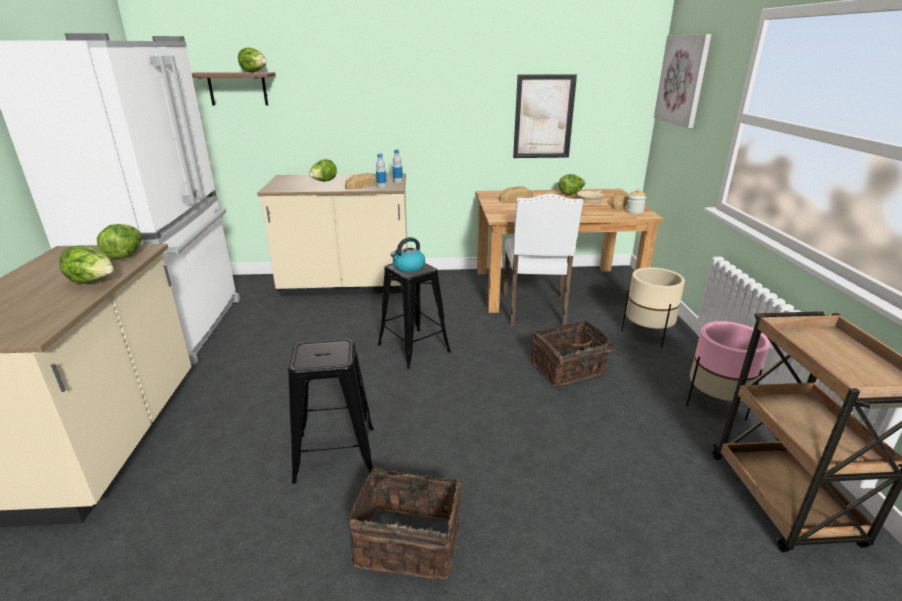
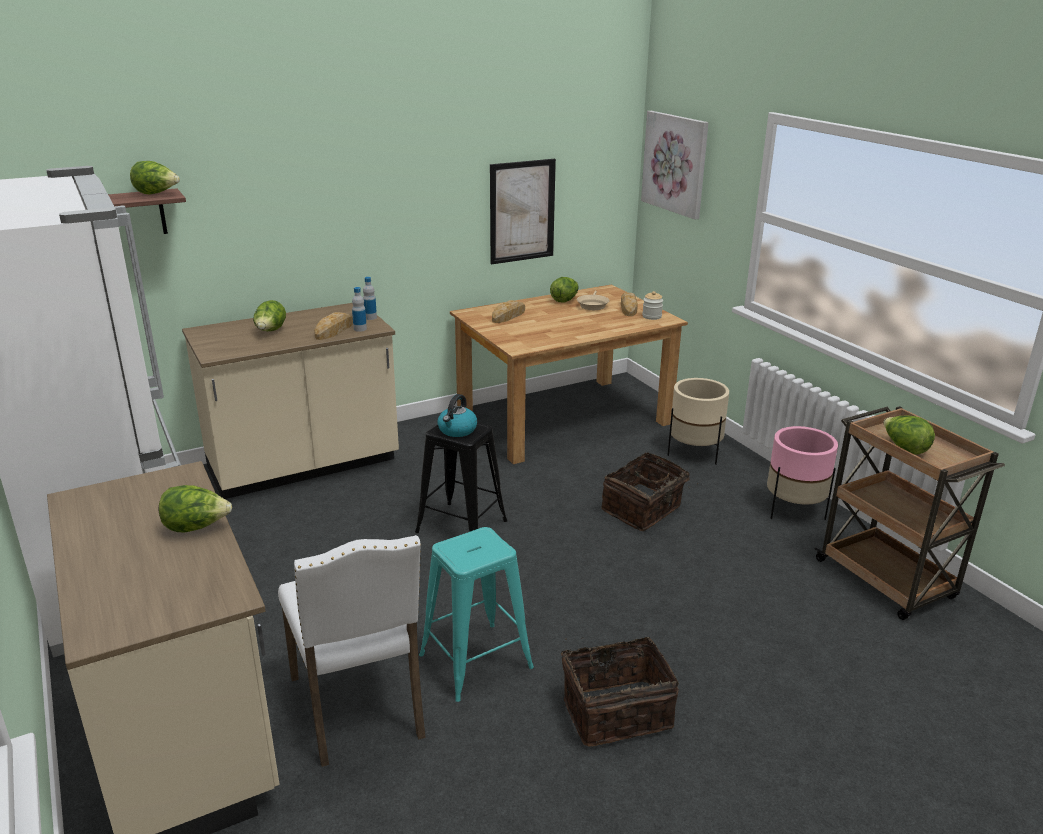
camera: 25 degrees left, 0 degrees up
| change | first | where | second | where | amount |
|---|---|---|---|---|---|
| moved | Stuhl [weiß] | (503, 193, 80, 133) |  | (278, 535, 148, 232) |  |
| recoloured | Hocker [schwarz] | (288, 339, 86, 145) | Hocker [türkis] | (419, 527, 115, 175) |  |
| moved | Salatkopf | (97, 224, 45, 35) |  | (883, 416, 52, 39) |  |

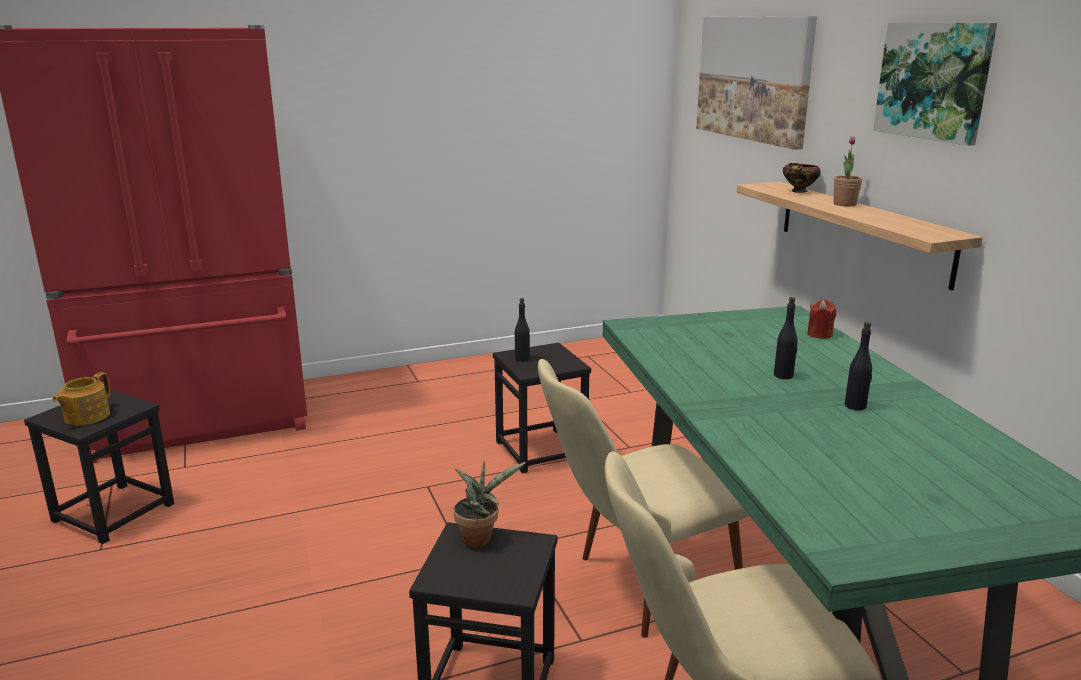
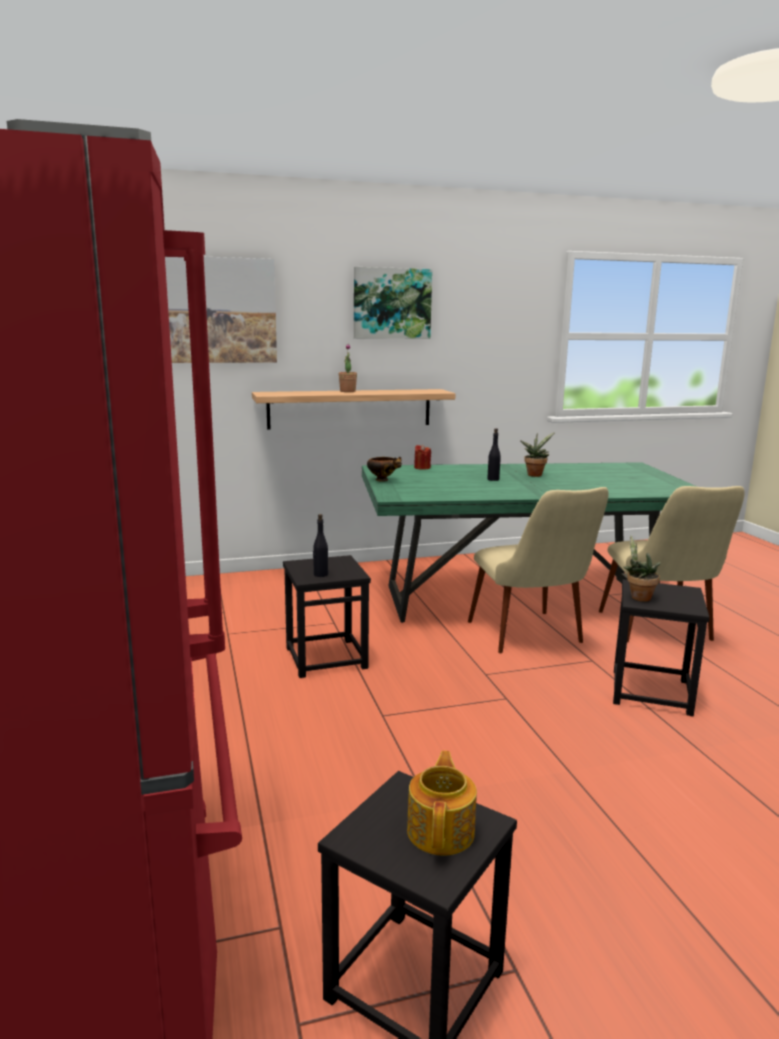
camera: 85 degrees left, 5 degrees down
| change | first | where | second | where | amount |
|---|---|---|---|---|---|
| moved | Schüssel | (783, 163, 38, 30) |  | (367, 457, 35, 25) |  |
| turned | Teekanne | (52, 372, 59, 53) |  | (407, 751, 70, 105) | 105 degrees counterclockwise |
| replaced | Flasche [schwarz] | (845, 321, 27, 89) | Topfpflanze | (520, 432, 35, 45) |  |

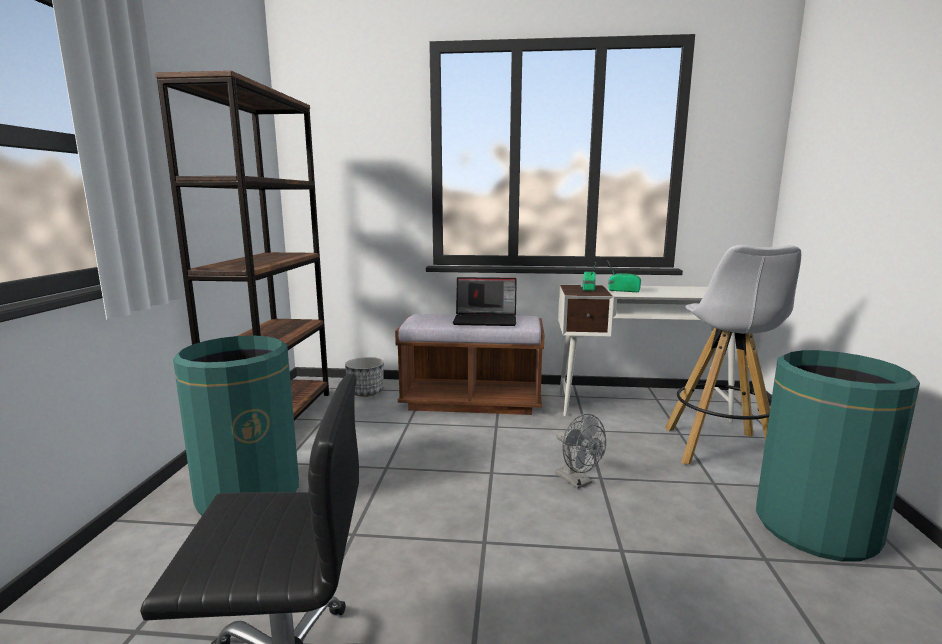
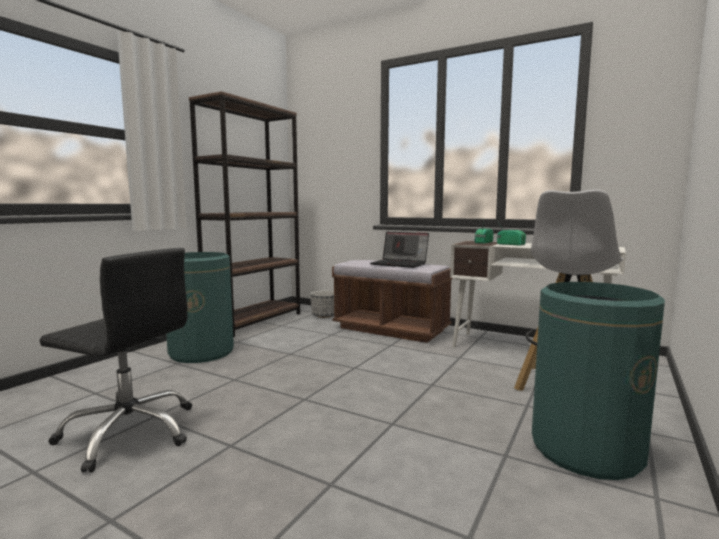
camera: 25 degrees right, 5 degrees down
| change | first | where | second | where | amount |
|---|---|---|---|---|---|
| removed | Ventilator [grau] | (555, 414, 51, 75) |  |  |  |

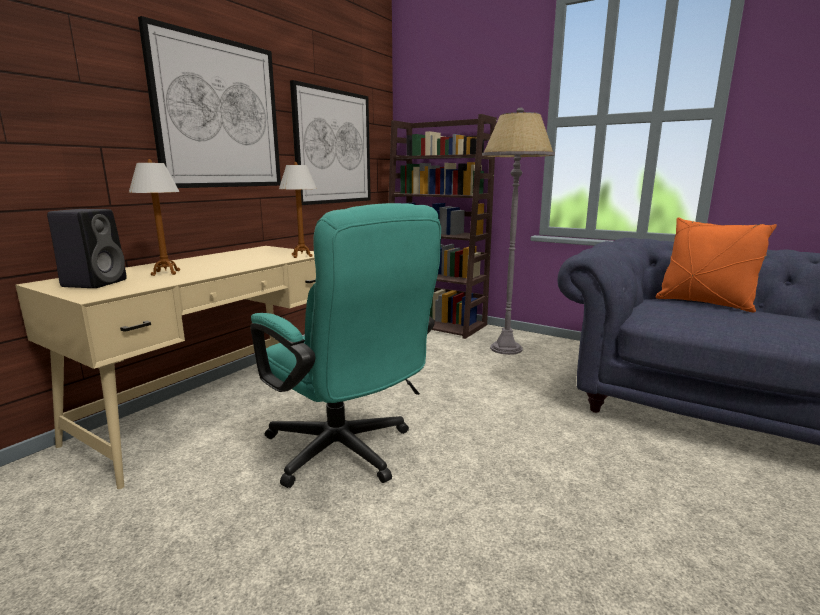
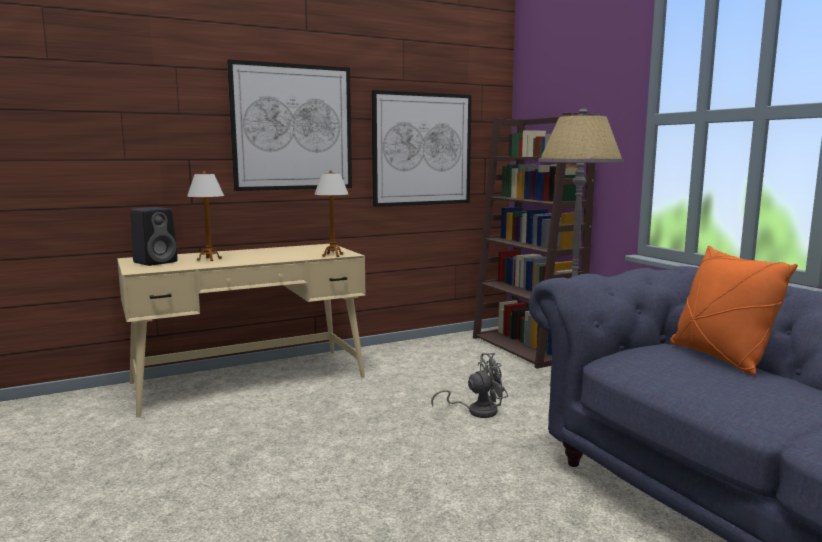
camera: 30 degrees right, 5 degrees down
| change | first | where | second | where | amount |
|---|---|---|---|---|---|
| added |  |  | Ventilator [grau] | (431, 353, 77, 65) |  |
| removed | Bürostuhl [türkis] | (250, 203, 191, 285) |  |  |  |

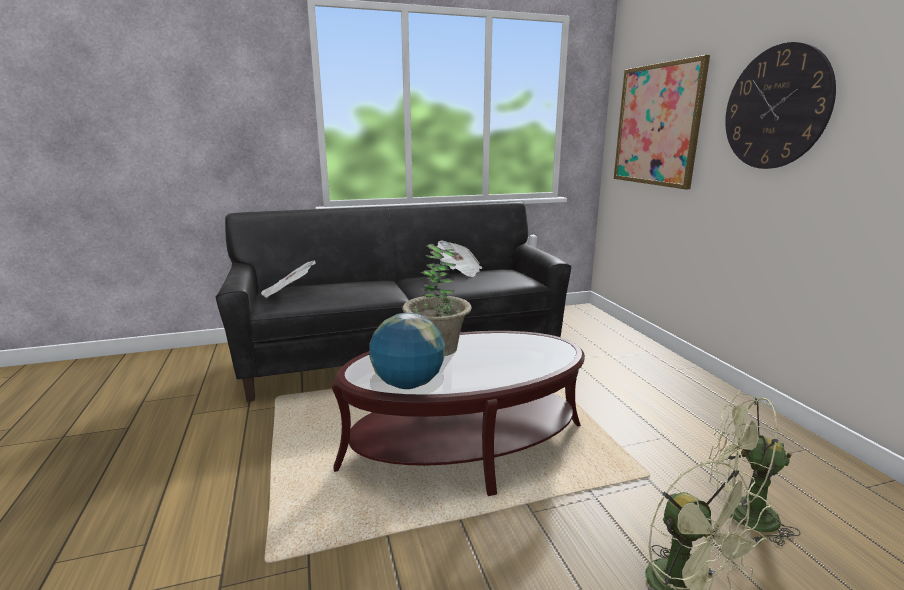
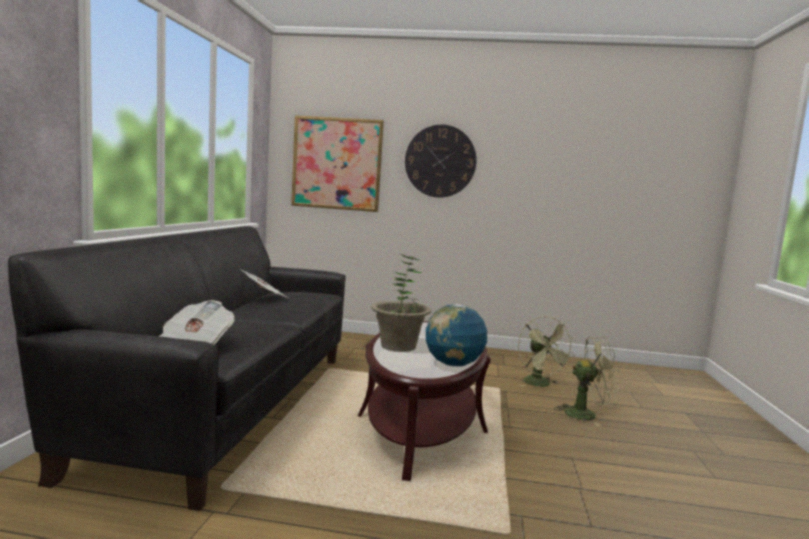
camera: 65 degrees left, 10 degrees down
| change | first | where | second | where | amount |
|---|---|---|---|---|---|
| turned | Ventilator [grün] | (708, 393, 92, 153) |  | (518, 316, 57, 71) | 60 degrees counterclockwise |

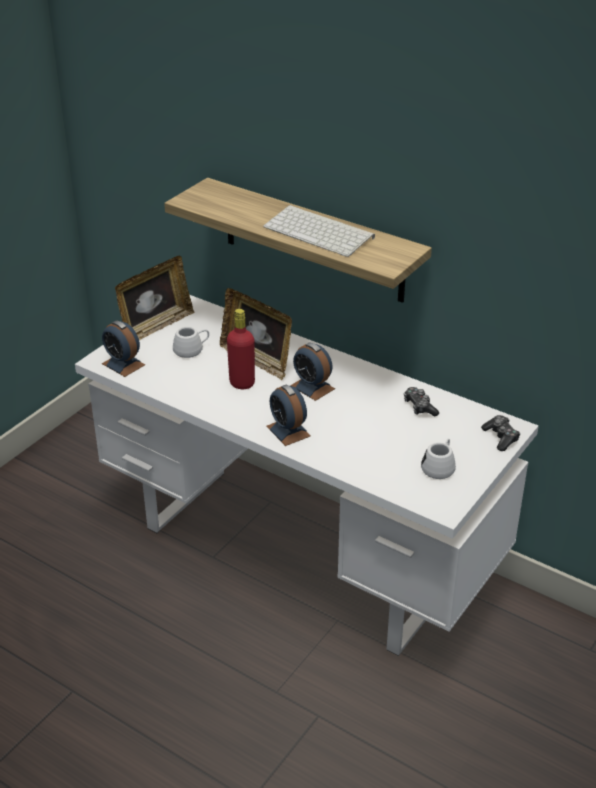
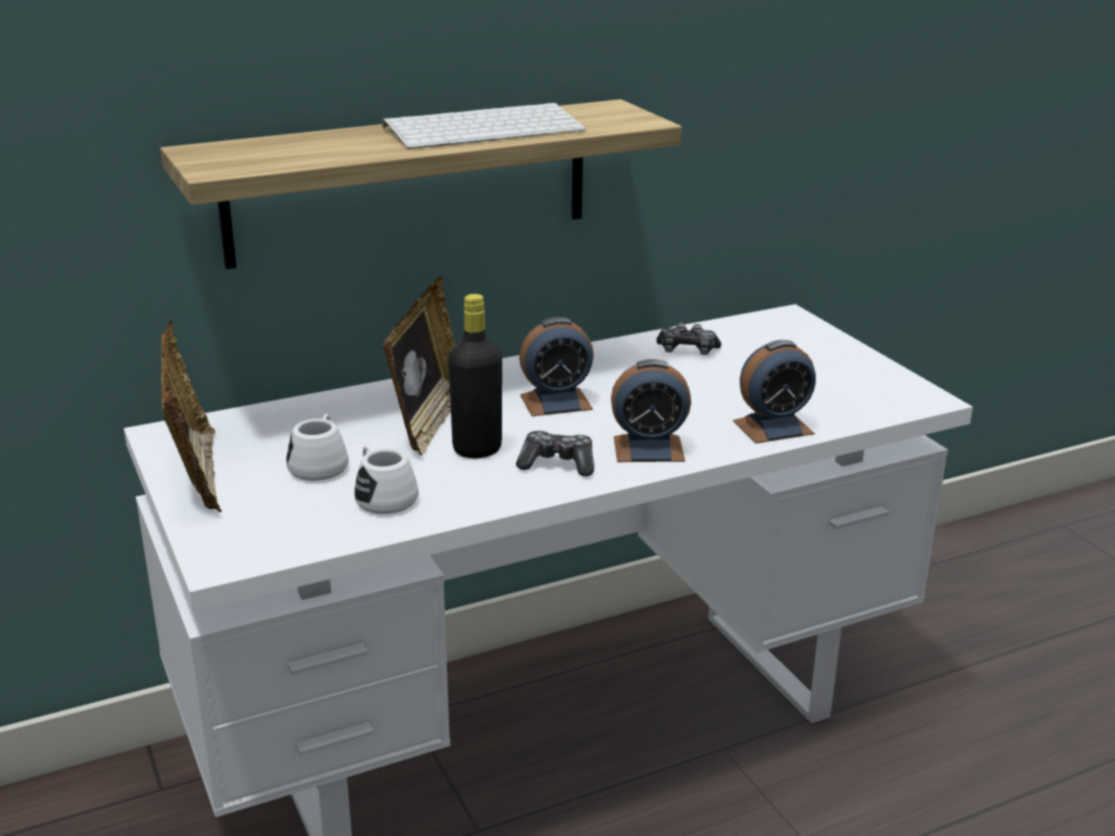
camera: 60 degrees left, 10 degrees down
| change | first | where | second | where | amount |
|---|---|---|---|---|---|
| moved | Henkelbecher [weiß] | (421, 439, 35, 40) |  | (354, 446, 65, 68) |  |
| turned | Bilderrahmen | (220, 288, 72, 92) |  | (383, 277, 73, 179) | 60 degrees counterclockwise |
| recoloured | Flasche [rot] | (227, 309, 28, 80) | Flasche [schwarz] | (448, 294, 54, 164) |  |
| moved | Gamepad | (481, 415, 39, 36) |  | (516, 431, 78, 45) |  |
| moved | Wecker | (102, 321, 43, 56) |  | (733, 340, 83, 103) |  |

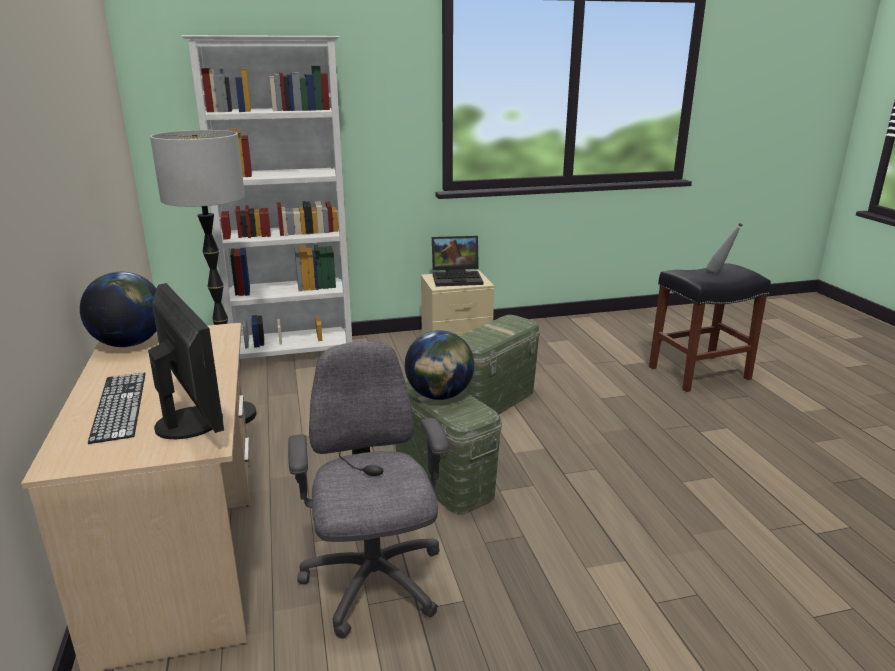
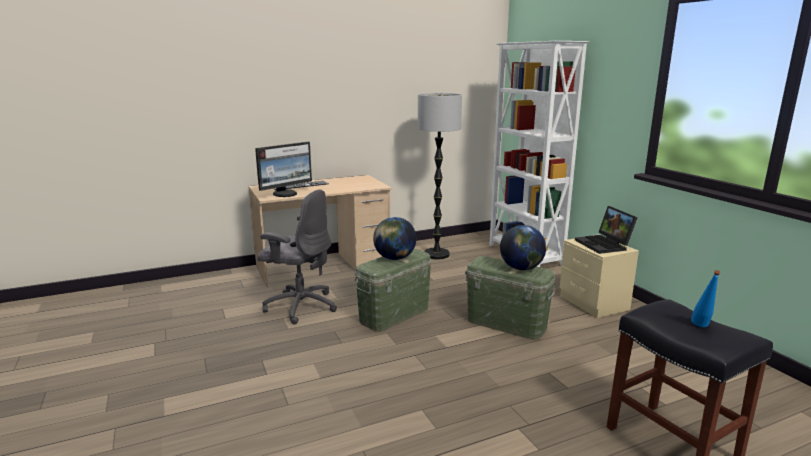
camera: 80 degrees right, 5 degrees down
| change | first | where | second | where | amount |
|---|---|---|---|---|---|
| turned | Bürostuhl [grau] | (288, 341, 161, 298) |  | (257, 189, 80, 136) | 45 degrees clockwise |
| moved | Globus | (80, 272, 77, 75) |  | (500, 225, 46, 45) |  |
| recoloured | Flasche [grau] | (707, 223, 36, 50) | Flasche [blau] | (691, 270, 29, 57) |  |

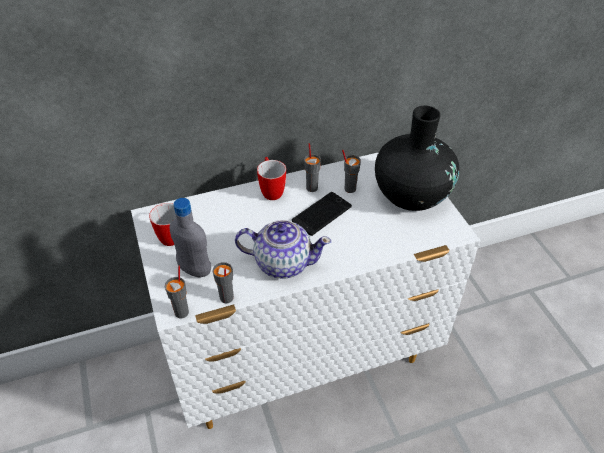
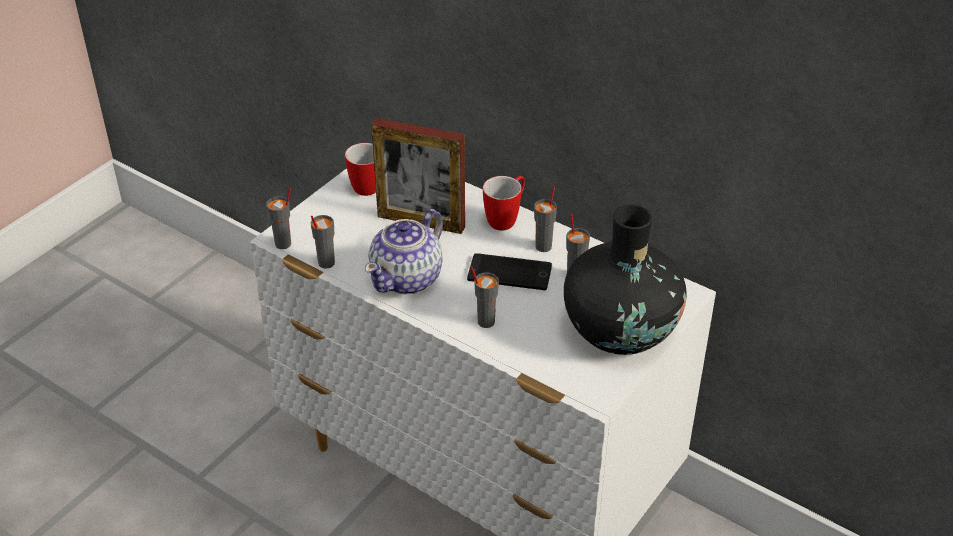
camera: 55 degrees right, 5 degrees down
| change | first | where | second | where | amount |
|---|---|---|---|---|---|
| turned | Teekanne | (235, 220, 96, 59) |  | (365, 209, 78, 85) | 60 degrees clockwise |
| added |  |  | Bilderrahmen | (371, 118, 94, 116) |  |
| added |  |  | Tasse [grau] | (470, 266, 29, 62) |  |
| removed | Flasche [grau] | (169, 198, 42, 80) |  |  |  |

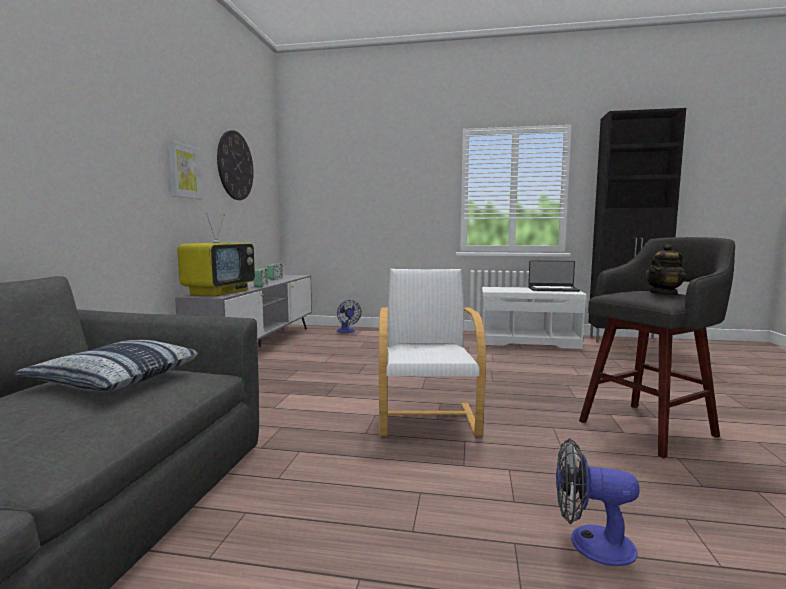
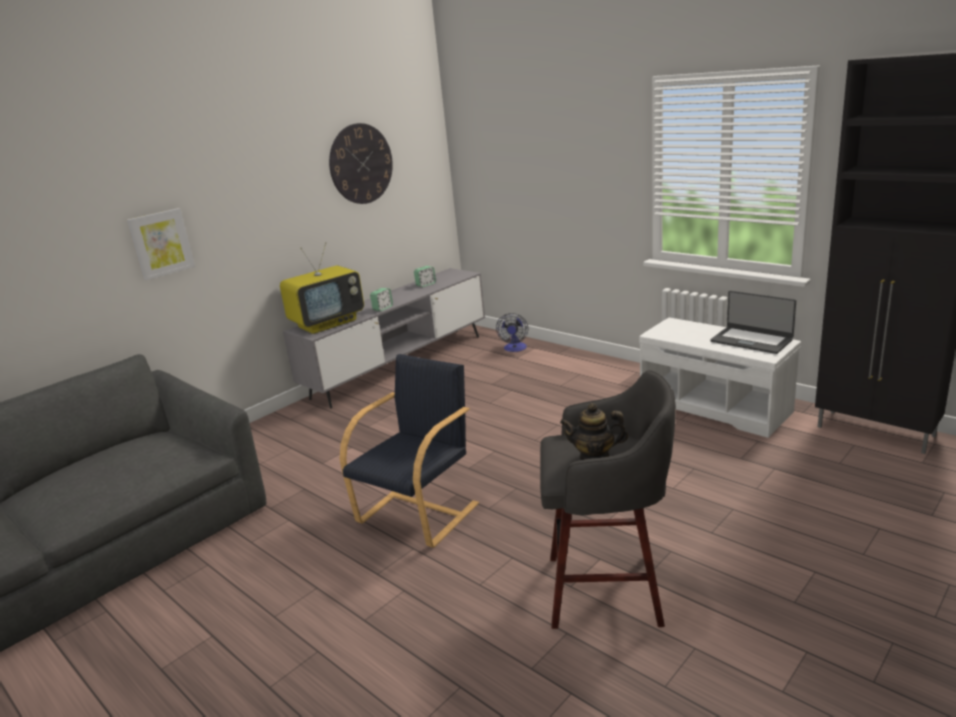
camera: 35 degrees right, 15 degrees up
| change | first | where | second | where | amount |
|---|---|---|---|---|---|
| moved | Bild | (168, 140, 34, 59) |  | (127, 208, 68, 73) |  |
| recoloured | Sessel [weiß] | (379, 269, 107, 167) | Sessel [schwarz] | (340, 354, 139, 194) |  |
| removed | Kissen | (14, 340, 184, 52) |  |  |  |
| removed | Ventilator | (556, 438, 84, 128) |  |  |  |

